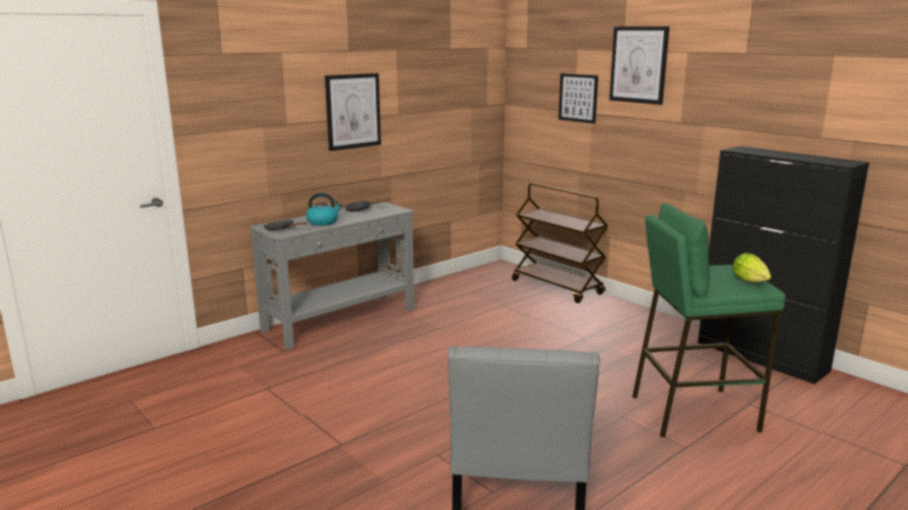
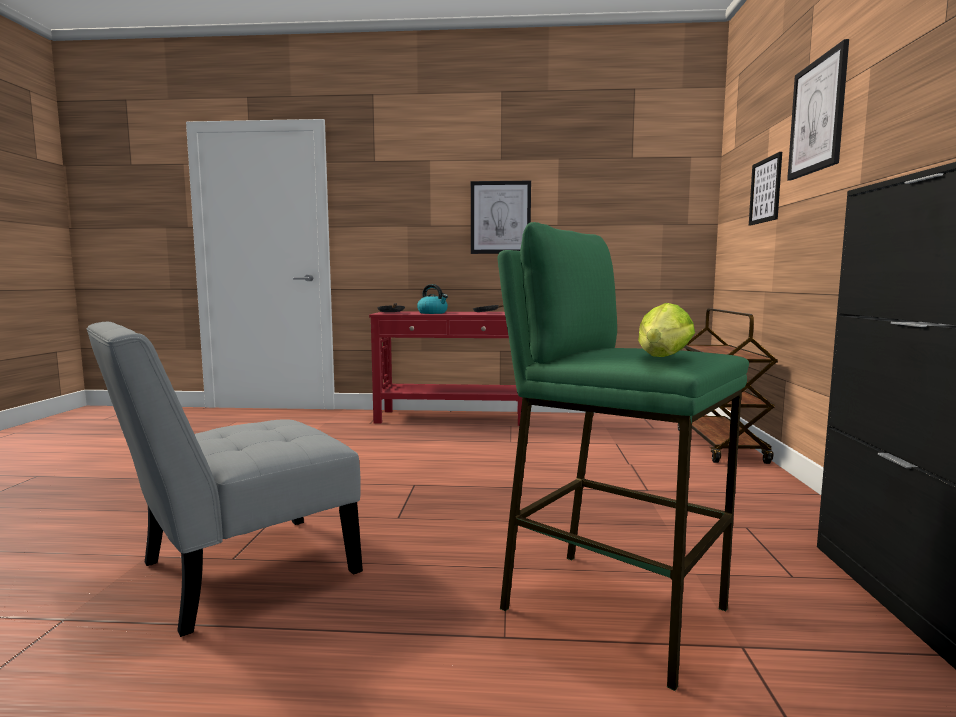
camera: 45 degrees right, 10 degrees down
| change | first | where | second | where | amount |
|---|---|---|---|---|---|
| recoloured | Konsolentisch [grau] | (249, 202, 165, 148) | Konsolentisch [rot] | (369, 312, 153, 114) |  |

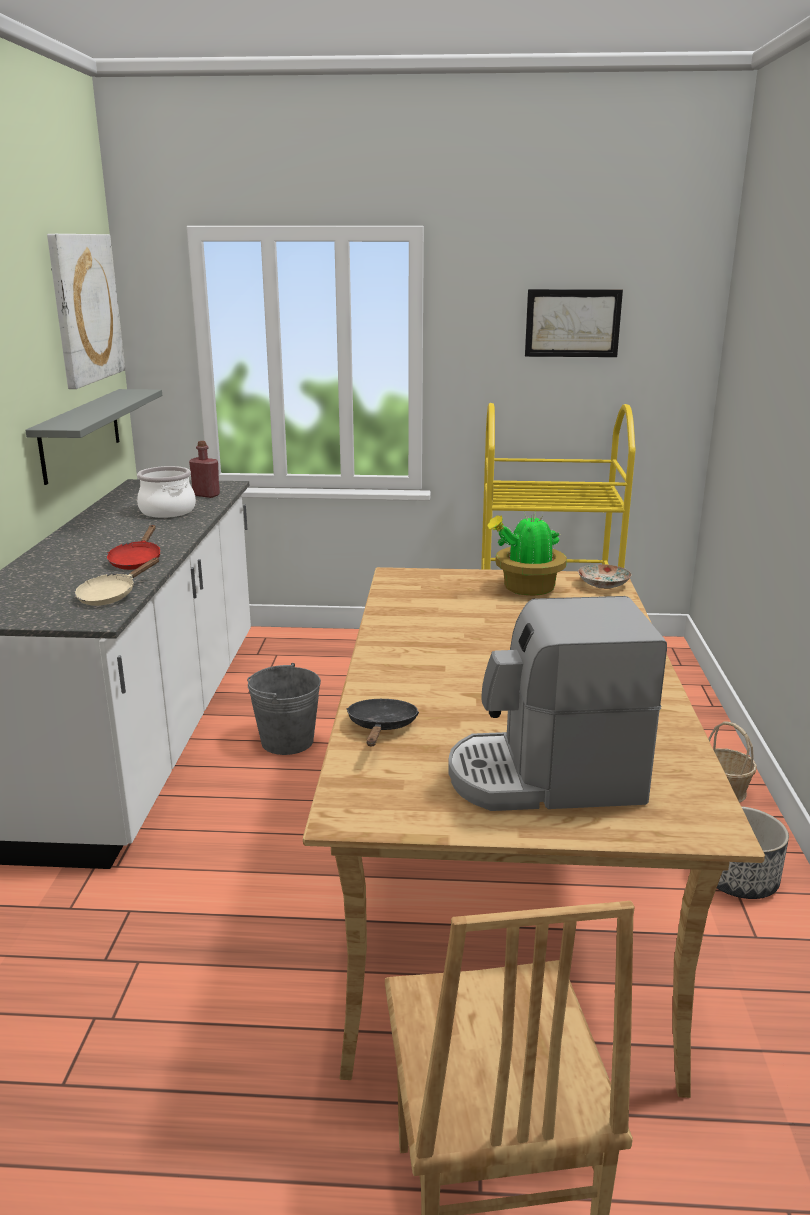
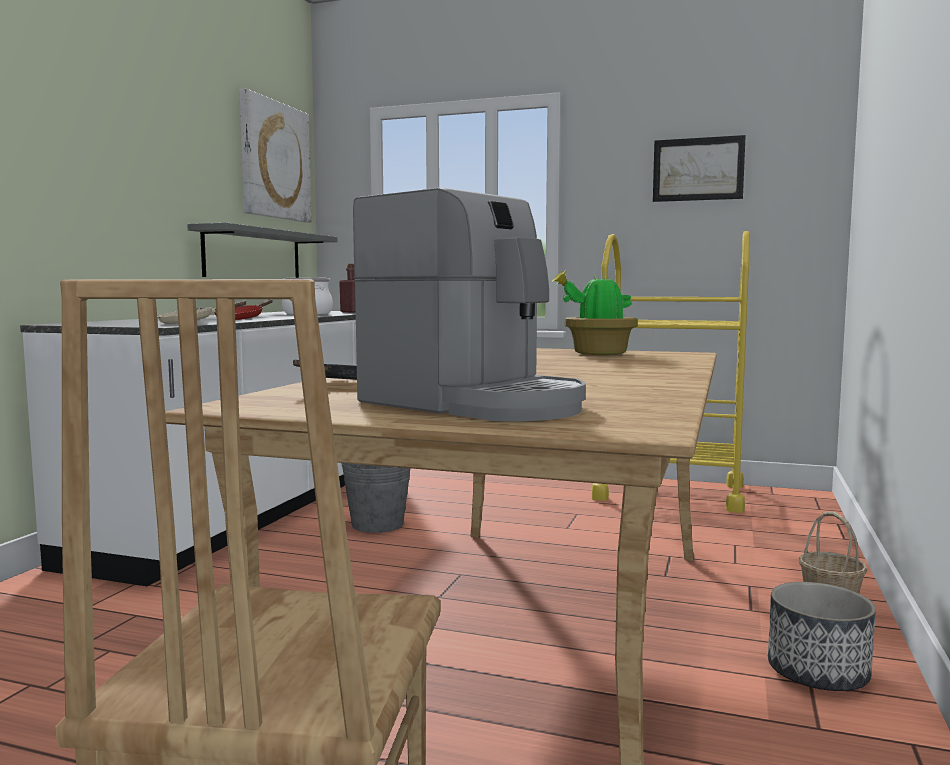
camera: 15 degrees right, 15 degrees down
| change | first | where | second | where | amount |
|---|---|---|---|---|---|
| turned | Kaffeemaschine | (448, 596, 219, 215) |  | (353, 187, 233, 234) | 150 degrees counterclockwise |
| removed | Teller | (578, 564, 54, 25) |  |  |  |

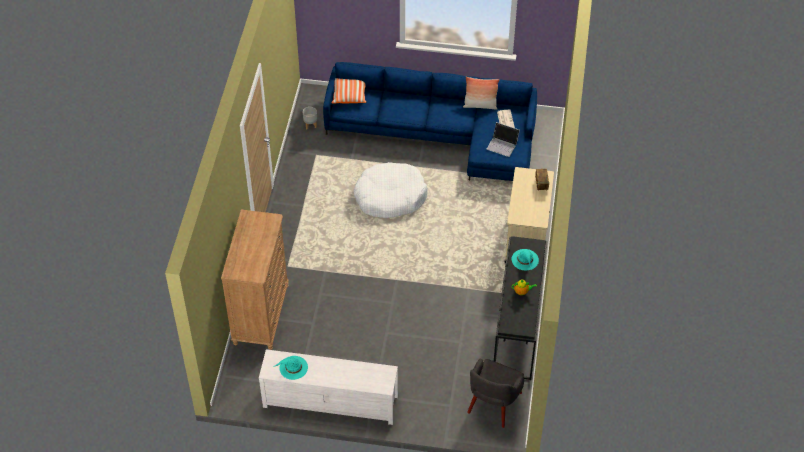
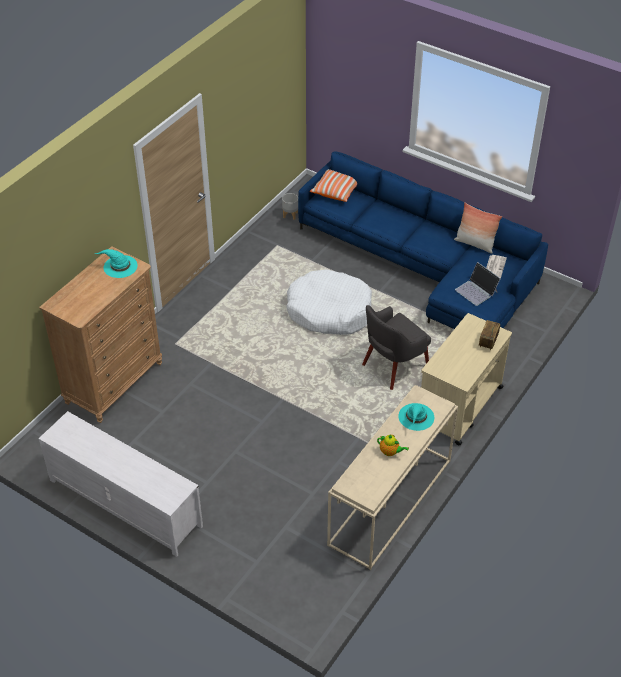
camera: 25 degrees right, 5 degrees down
| change | first | where | second | where | amount |
|---|---|---|---|---|---|
| moved | Hut [türkis] | (273, 356, 35, 24) |  | (94, 249, 44, 29) |  |
| recoloured | Konsolentisch [schwarz] | (494, 236, 54, 144) | Konsolentisch [beige] | (327, 385, 131, 185) |  |
| moved | Sessel [grau] | (467, 359, 57, 69) |  | (362, 305, 69, 85) |  |

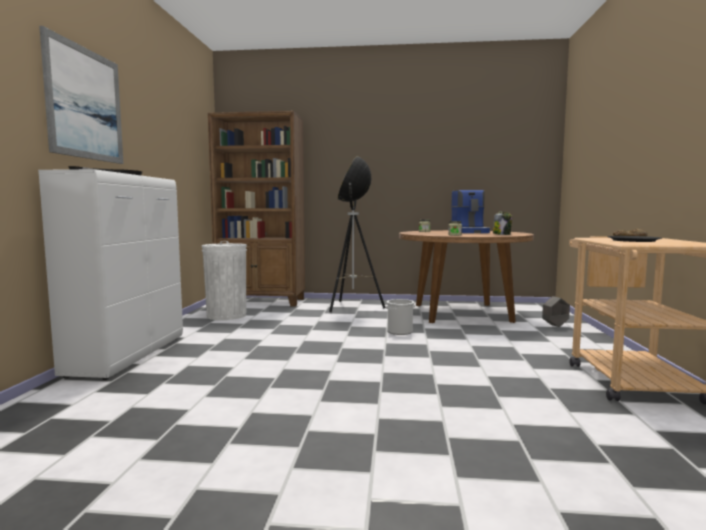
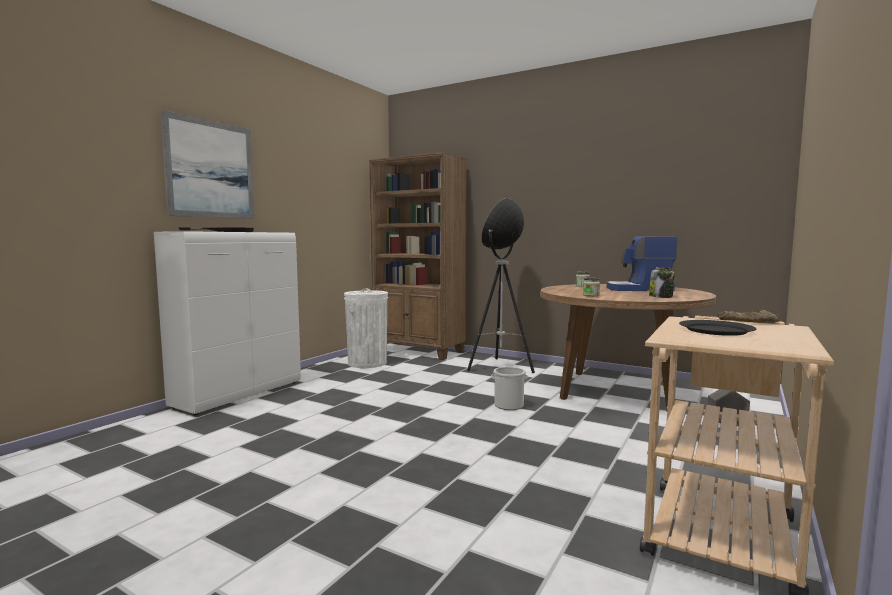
camera: 25 degrees right, 0 degrees up
| change | first | where | second | where | amount |
|---|---|---|---|---|---|
| turned | Kaffeemaschine | (451, 190, 39, 43) |  | (607, 236, 70, 56) | 75 degrees clockwise |

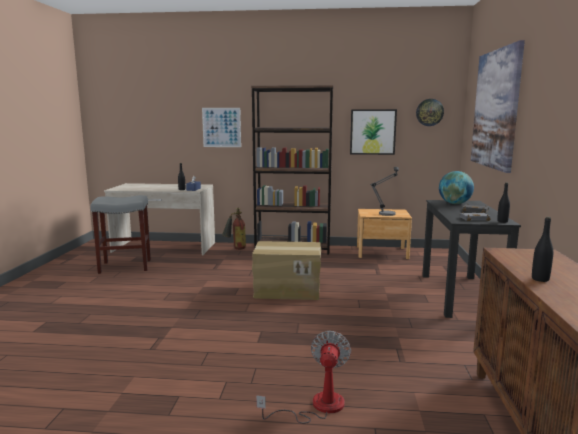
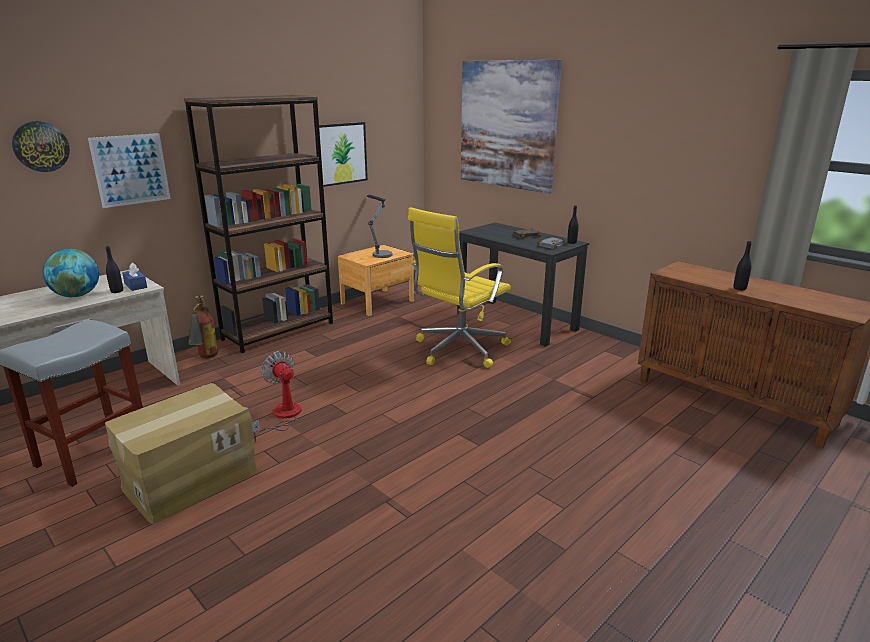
camera: 50 degrees left, 10 degrees up
| change | first | where | second | where | amount |
|---|---|---|---|---|---|
| moved | Wanduhr | (416, 99, 28, 27) |  | (12, 121, 58, 51) |  |
| moved | Globus | (439, 171, 35, 33) |  | (42, 249, 57, 48) |  |
| moved | Karton | (252, 241, 69, 59) |  | (105, 383, 153, 141) |  |
| moved | Ventilator | (256, 331, 95, 93) |  | (252, 351, 49, 91) |  |
| added |  |  | Bürostuhl [gelb] | (408, 207, 103, 161) |  |

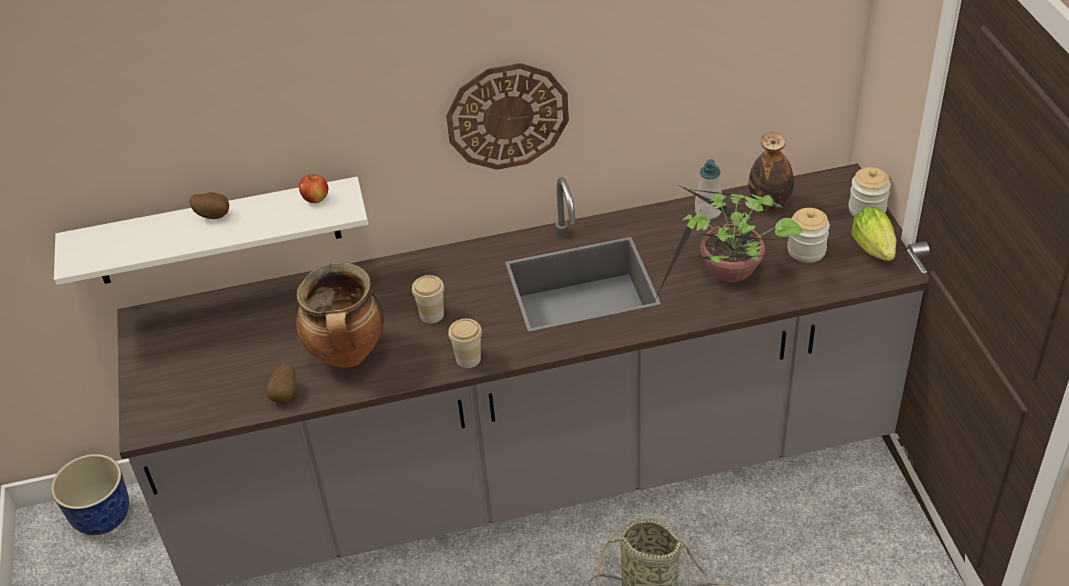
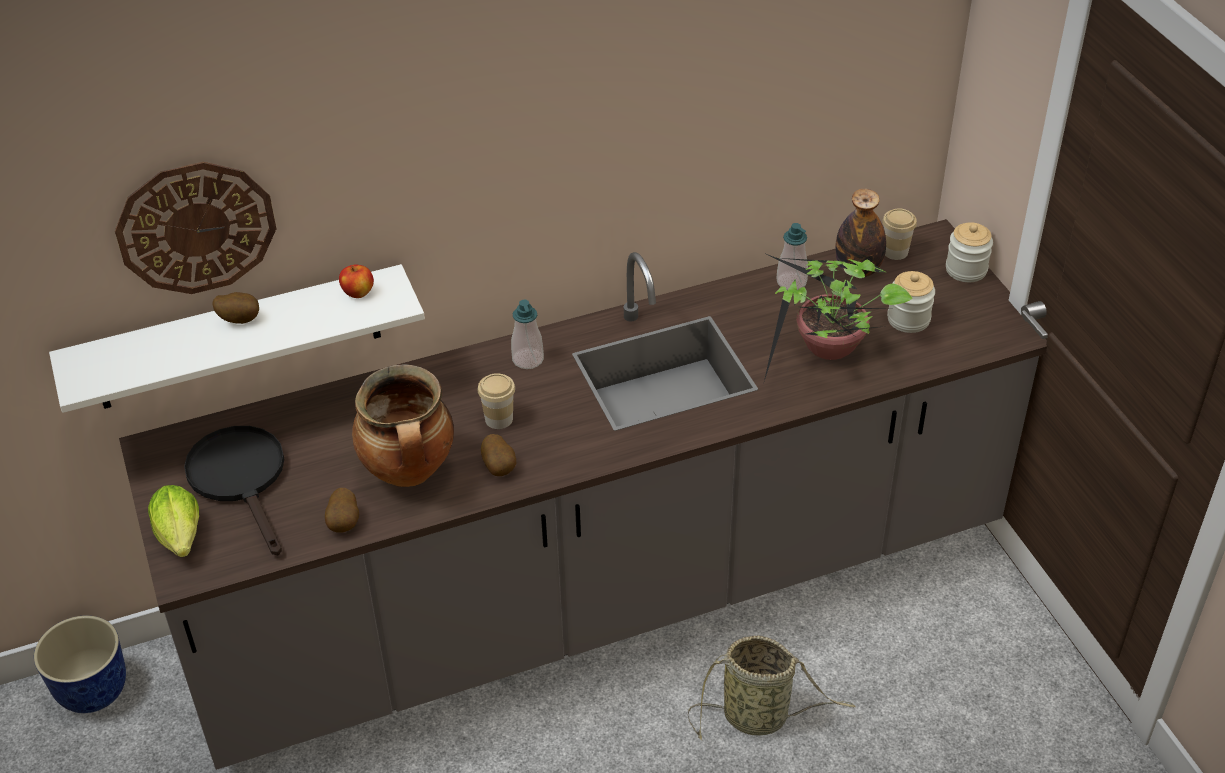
camera: 10 degrees left, 0 degrees up
| change | first | where | second | where | amount |
|---|---|---|---|---|---|
| moved | Wanduhr | (446, 63, 123, 107) |  | (115, 162, 161, 132) |  |
| moved | Salatkopf | (851, 207, 46, 54) |  | (148, 485, 51, 72) |  |
| added |  |  | Pfanne [schwarz] | (184, 426, 100, 129) |  |
| added |  |  | Kartoffel | (481, 434, 35, 42) |  |
| added |  |  | Seifenspender | (511, 300, 33, 69) |  |
| moved | Tasse | (448, 319, 34, 49) |  | (882, 208, 35, 52) |  |

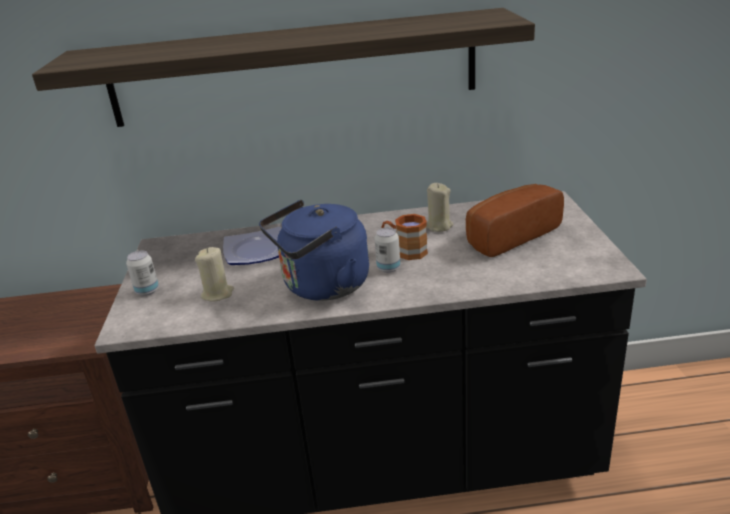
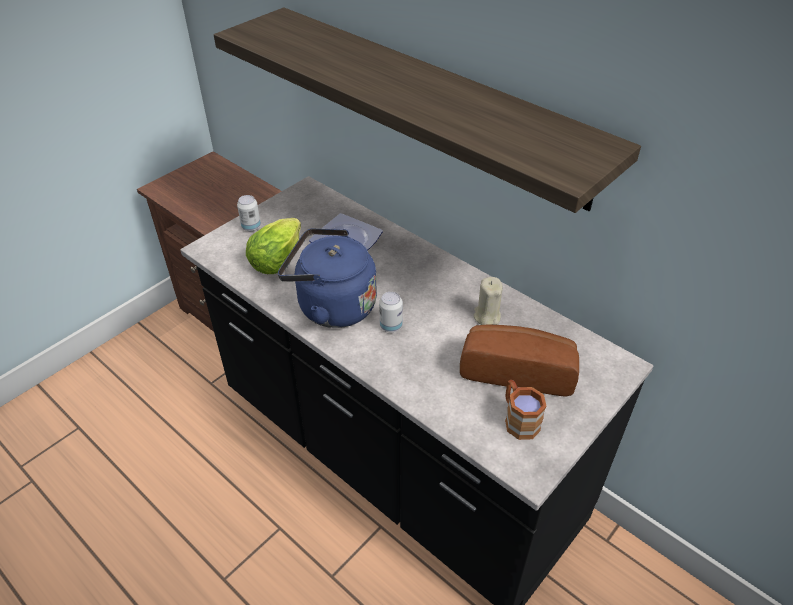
camera: 45 degrees right, 15 degrees up
| change | first | where | second | where | amount |
|---|---|---|---|---|---|
| replaced | Kerze [beige] | (195, 247, 39, 55) | Salatkopf | (246, 218, 55, 56) |  |
| moved | Henkelbecher [braun] | (381, 214, 47, 46) |  | (505, 380, 41, 60) |  |

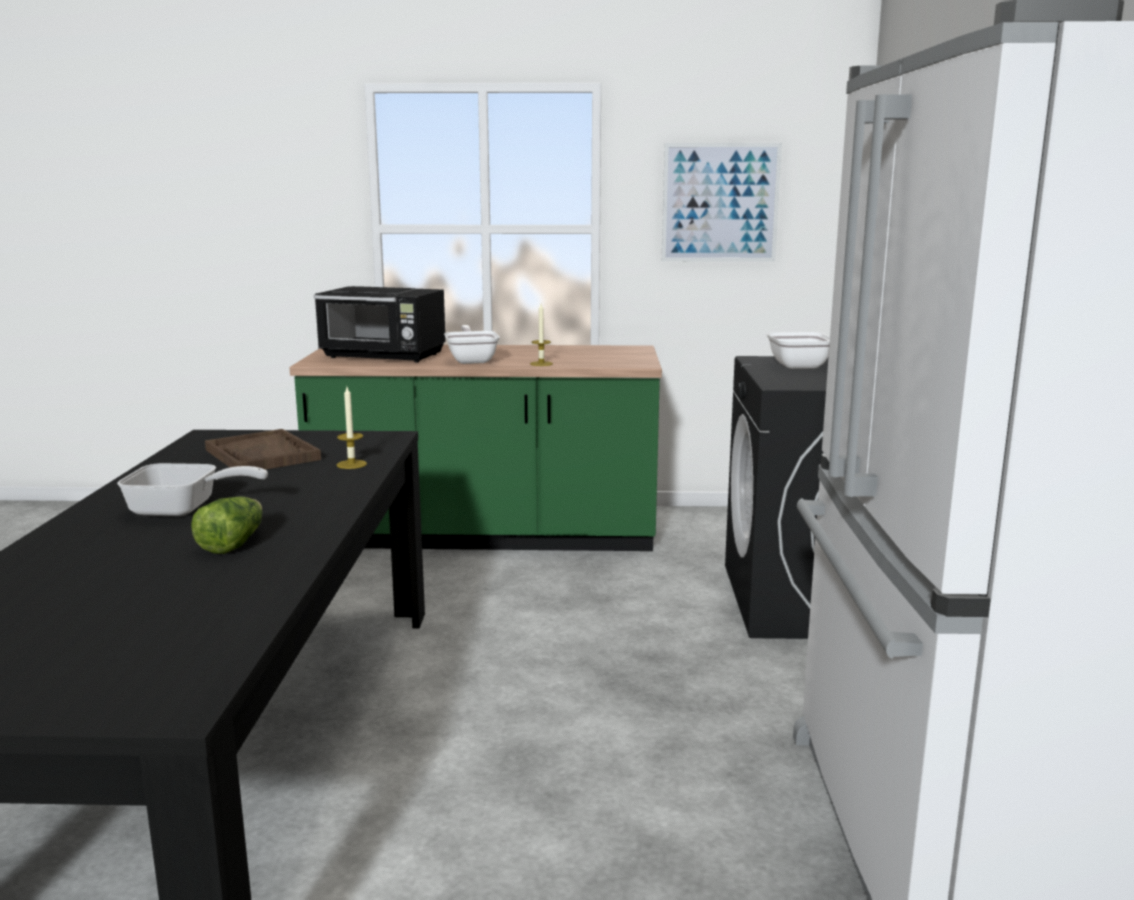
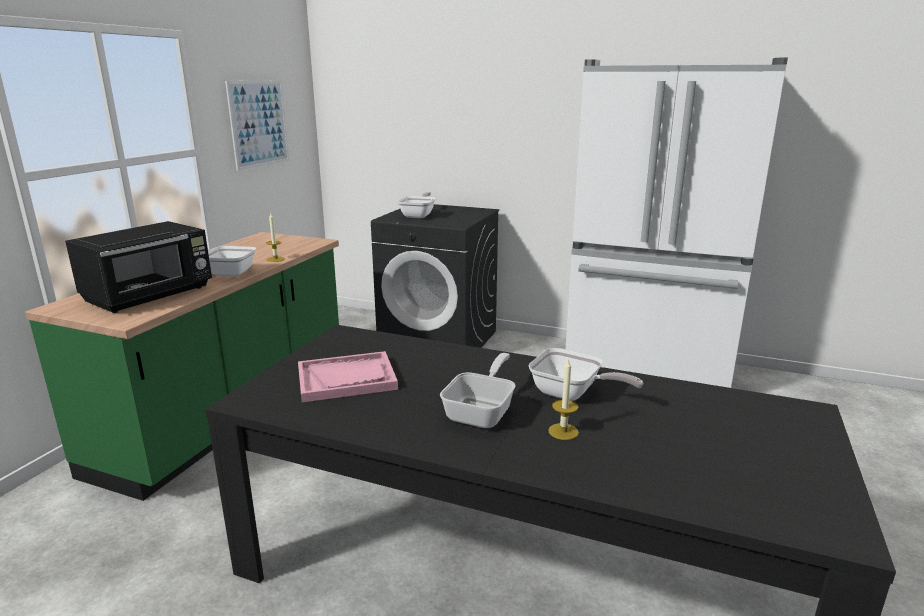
camera: 70 degrees left, 5 degrees up
| change | first | where | second | where | amount |
|---|---|---|---|---|---|
| recoloured | Tablett [braun] | (205, 429, 116, 41) | Tablett [rosa] | (298, 351, 100, 51) |  |
| replaced | Salatkopf | (191, 496, 72, 58) | Pfanne | (528, 348, 116, 53) |  |
| moved | Kerze | (337, 387, 30, 82) |  | (548, 358, 31, 82) |  |

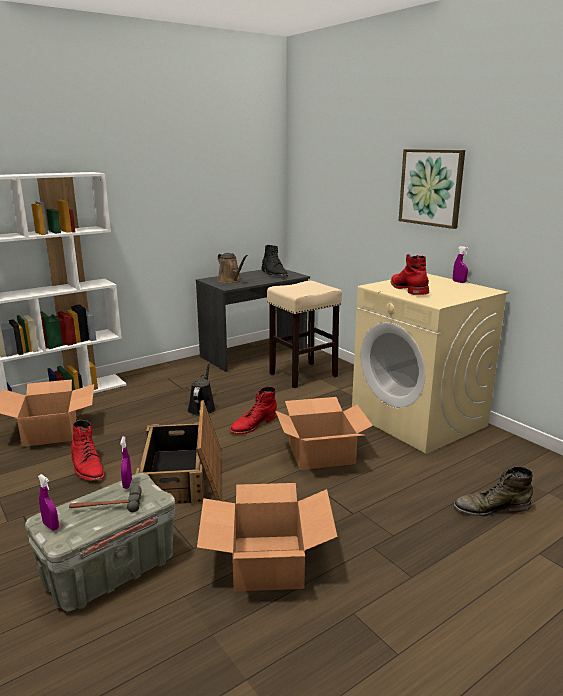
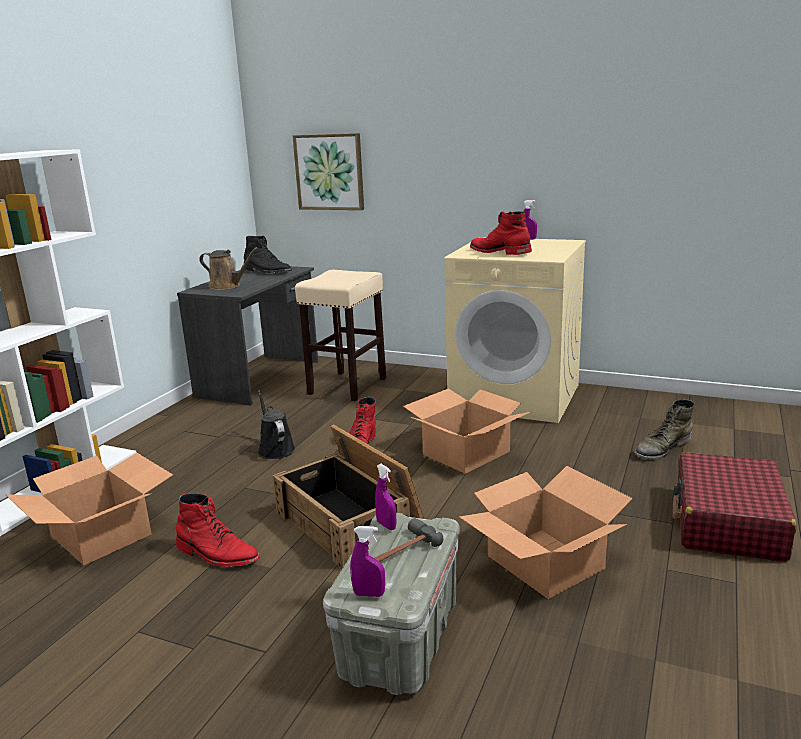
camera: 30 degrees left, 0 degrees up
| change | first | where | second | where | amount |
|---|---|---|---|---|---|
| moved | Bild | (399, 149, 66, 80) |  | (293, 133, 71, 77) |  |
| added |  |  | Koffer [rot] | (672, 452, 124, 110) |  |

